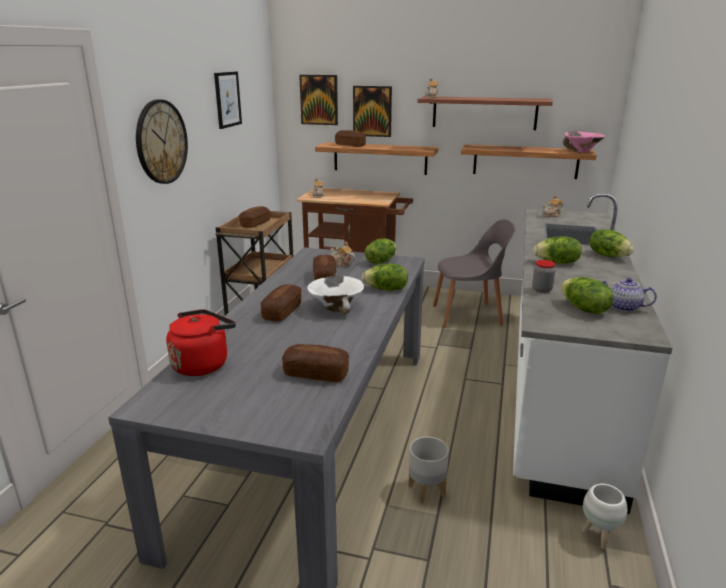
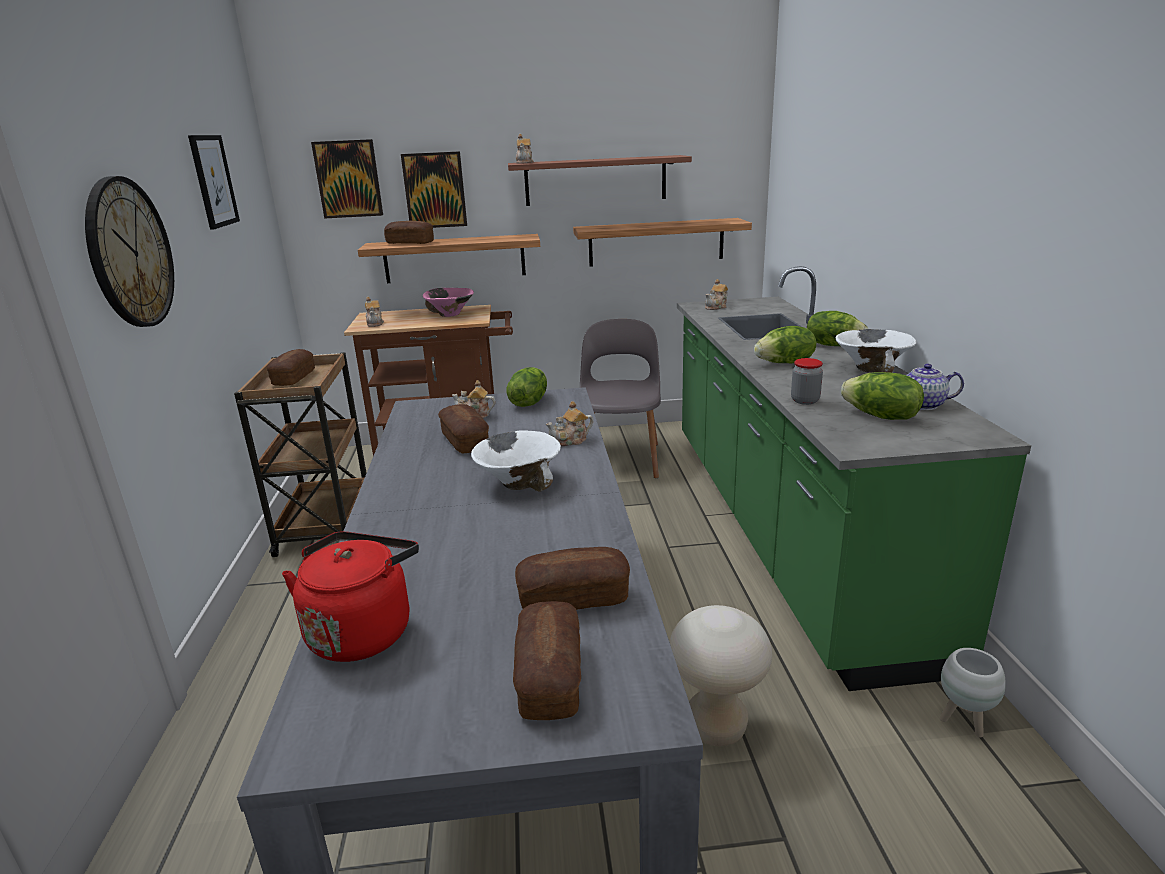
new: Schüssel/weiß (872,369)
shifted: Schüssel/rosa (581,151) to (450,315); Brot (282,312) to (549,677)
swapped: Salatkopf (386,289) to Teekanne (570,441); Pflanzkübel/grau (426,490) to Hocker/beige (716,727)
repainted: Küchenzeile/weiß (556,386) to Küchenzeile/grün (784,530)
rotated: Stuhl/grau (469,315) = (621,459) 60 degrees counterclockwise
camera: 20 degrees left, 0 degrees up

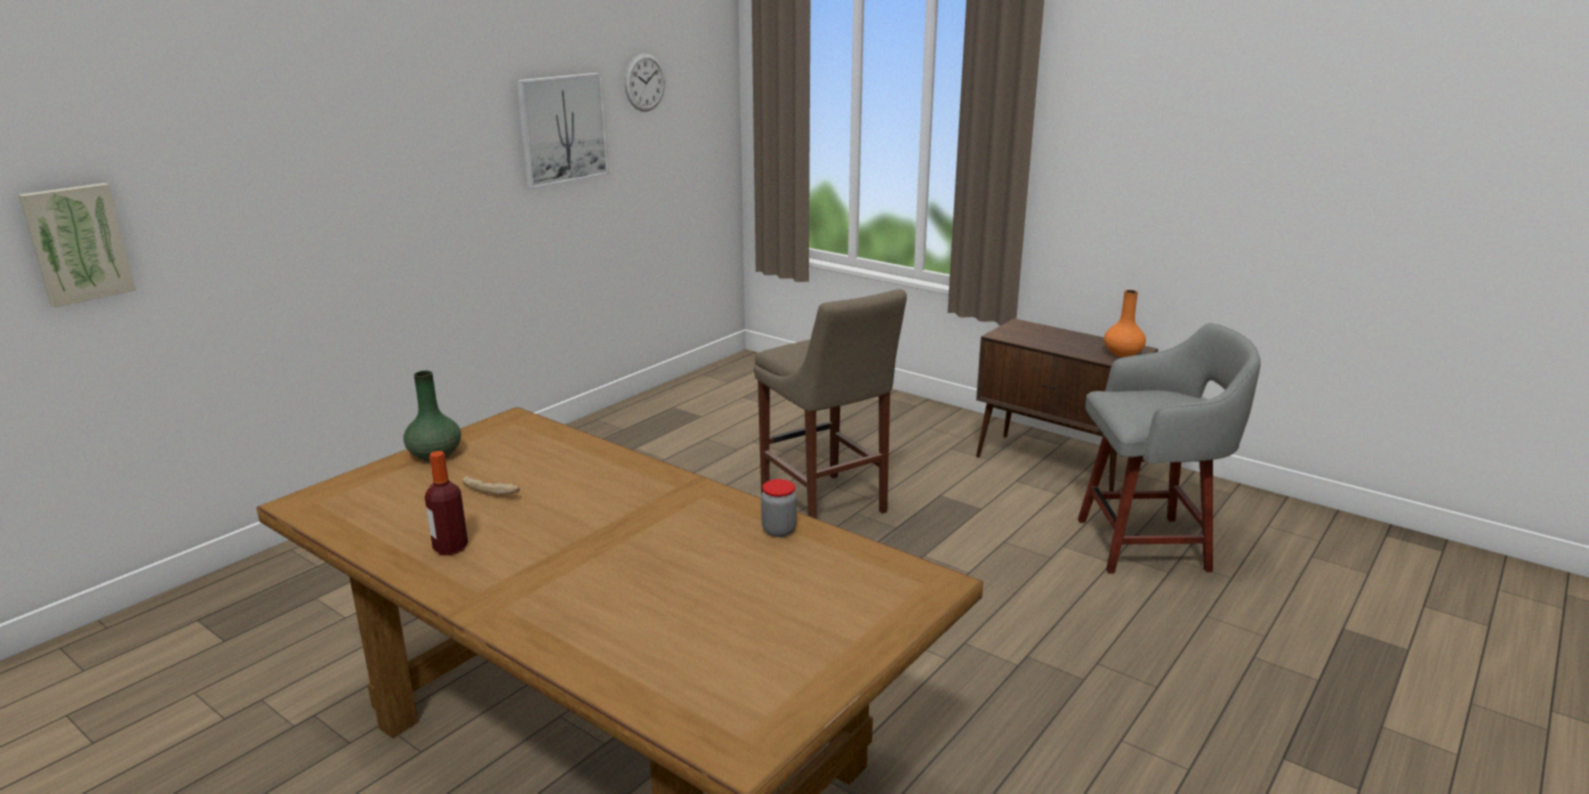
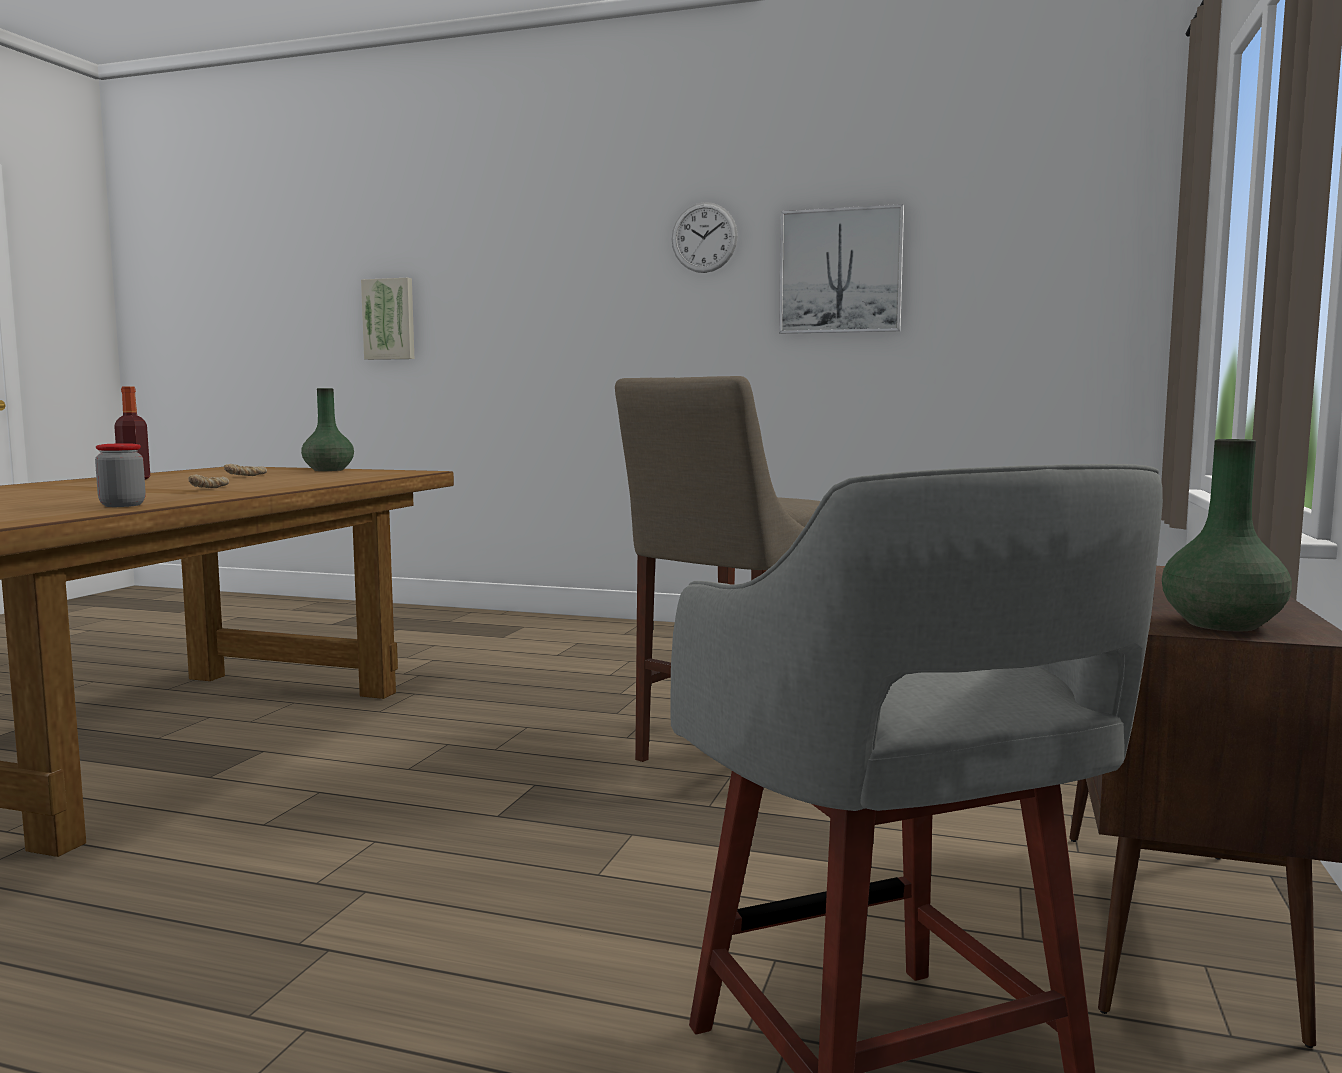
new: Brot (210,489)
shifted: Wanduhr (644,82) to (704,237)
repainted: Vase/orange (1123,353) to Vase/grün (1223,624)
camera: 70 degrees right, 15 degrees down

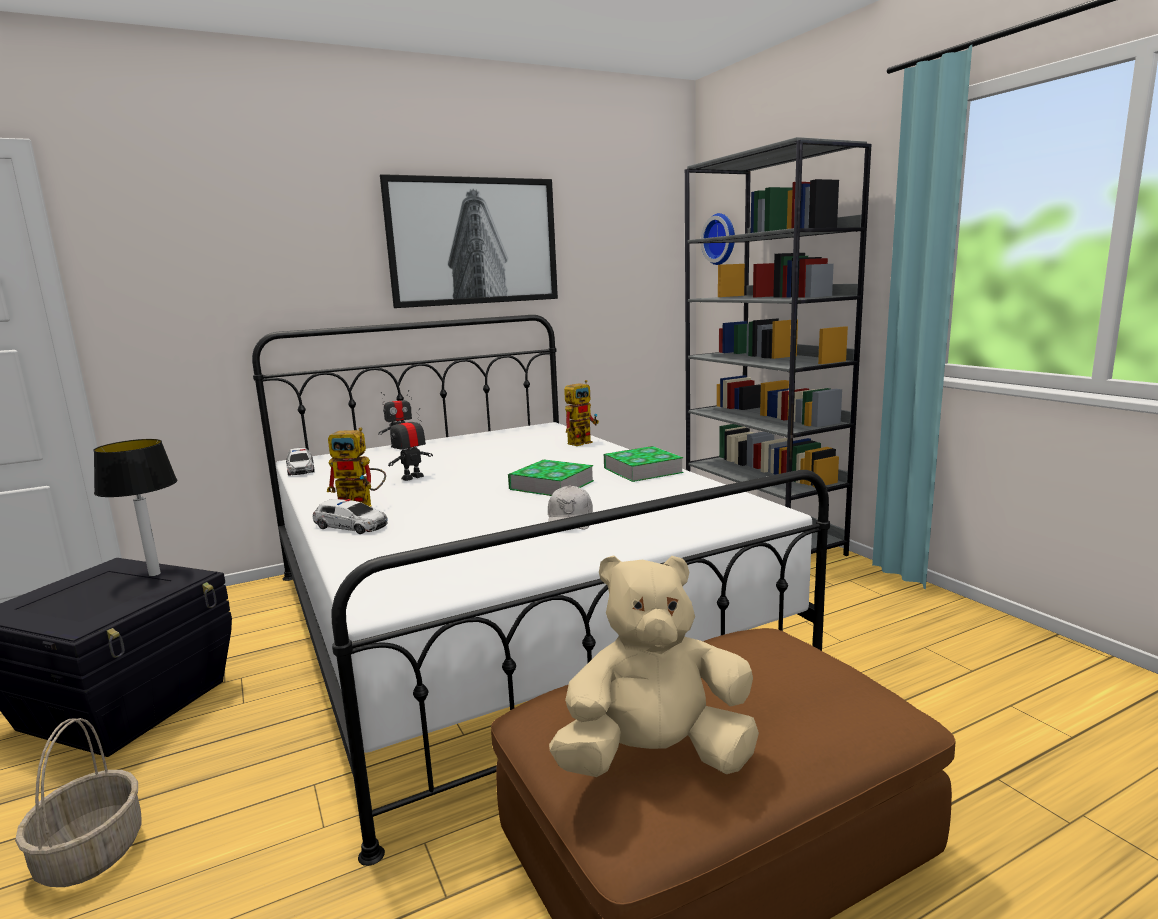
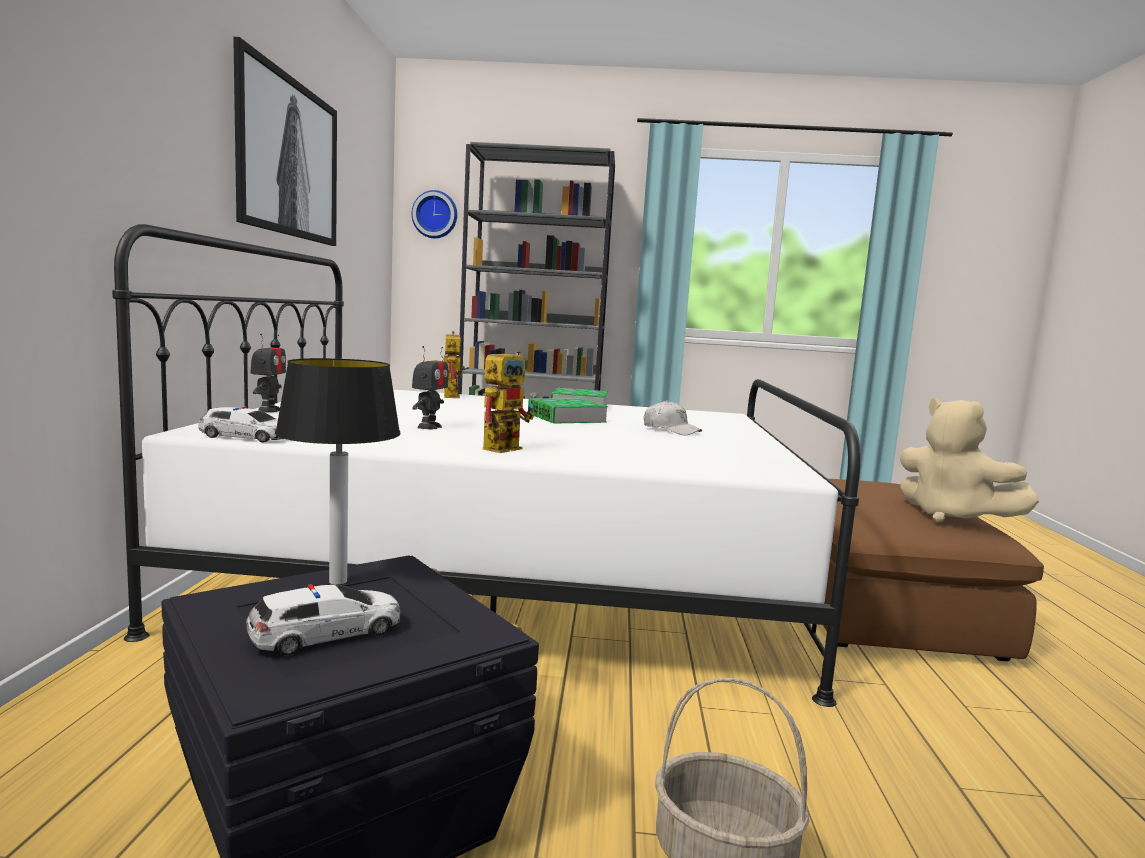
shifted: Spielzeugauto (351,526) to (327,633)
rotated: Spielzeugroboter (412,477) = (429,427) 150 degrees counterclockwise; Plüschtier/beige (656,758) = (952,517) 60 degrees counterclockwise
camera: 60 degrees left, 5 degrees down

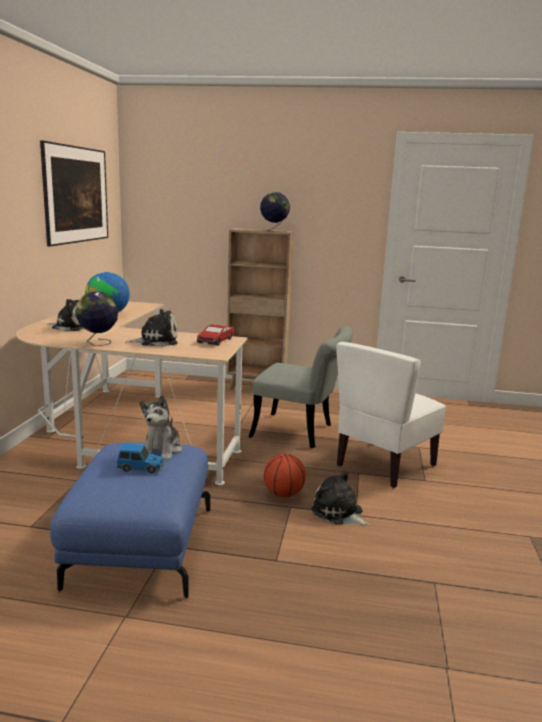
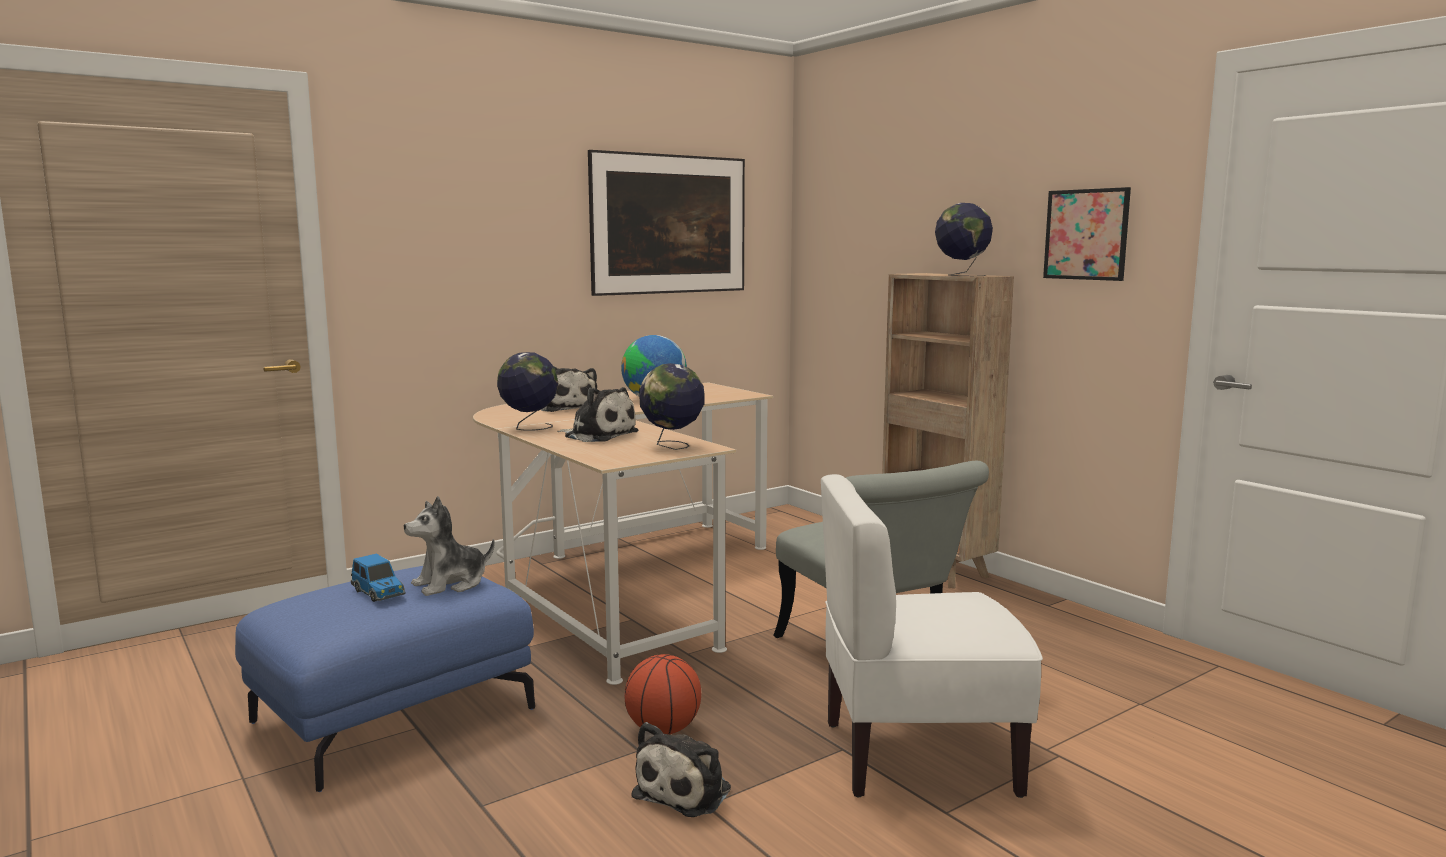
new: Bild (1086,234)
swapped: Spielzeugauto (215,341) to Globus (672,446)
rotated: Plüschtier (339,513) = (686,790) 150 degrees counterclockwise
camera: 45 degrees right, 5 degrees down

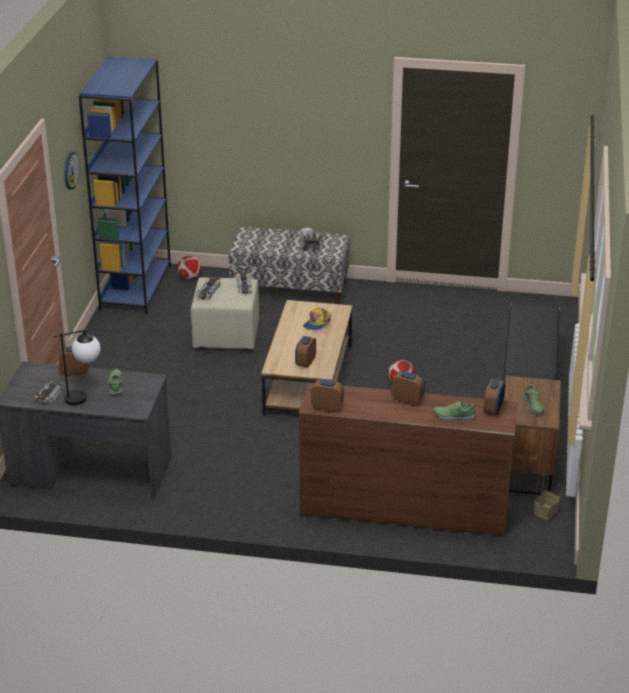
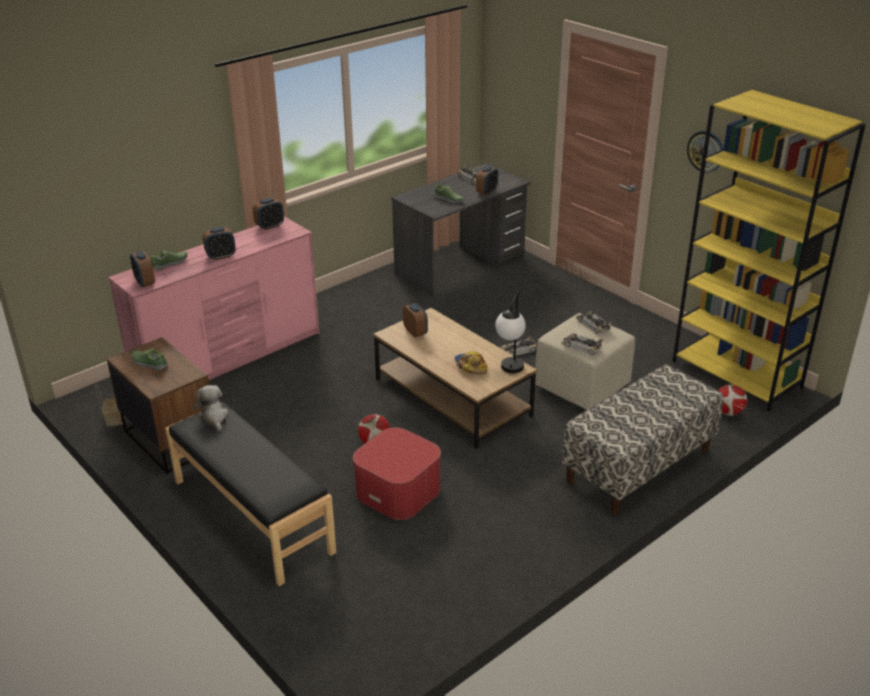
new: Polsterhocker (398,491); Spielzeugauto (517,350)
shifted: Plüschtier (310,246) to (213,417); Tischlampe (84,397) to (510,372)
repainted: Kommode/braun (403,509) to Kommode/rosa (229,358); Bücherregal/blau (135,287) to Bücherregal/gelb (737,374)
camera: 130 degrees right, 0 degrees up

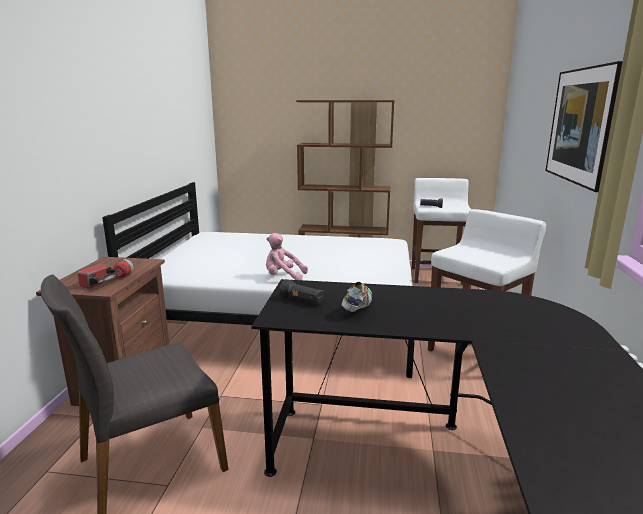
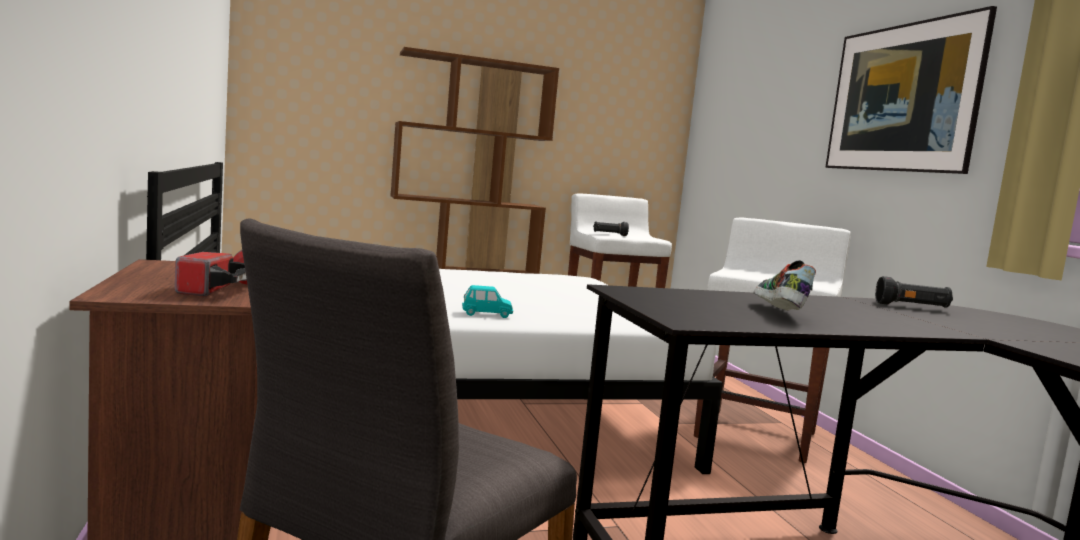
shifted: Taschenlampe/schwarz (302,301) to (912,307)
swapped: Plüschtier/rosa (283,277) to Spielzeugauto/türkis (486,314)
camera: 25 degrees left, 10 degrees down

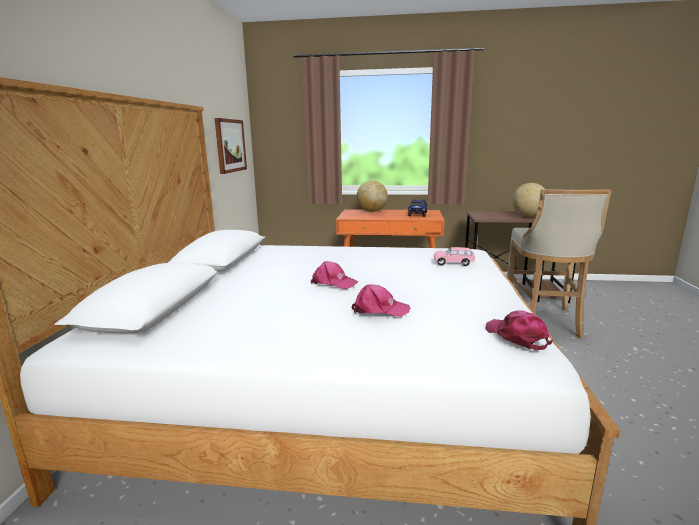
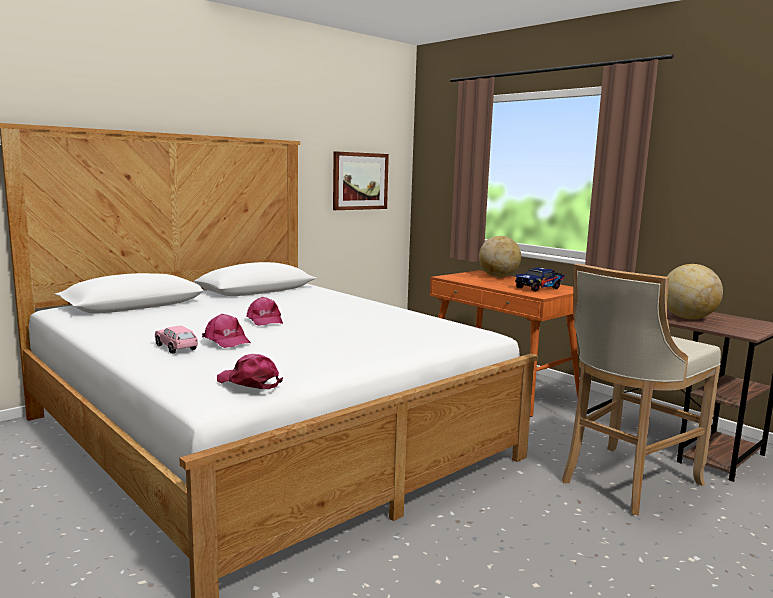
shifted: Spielzeugauto/rosa (453,263) to (176,348)
rotated: Kappe/rosa (517,336) = (249,382) 75 degrees counterclockwise
camera: 40 degrees right, 5 degrees down

